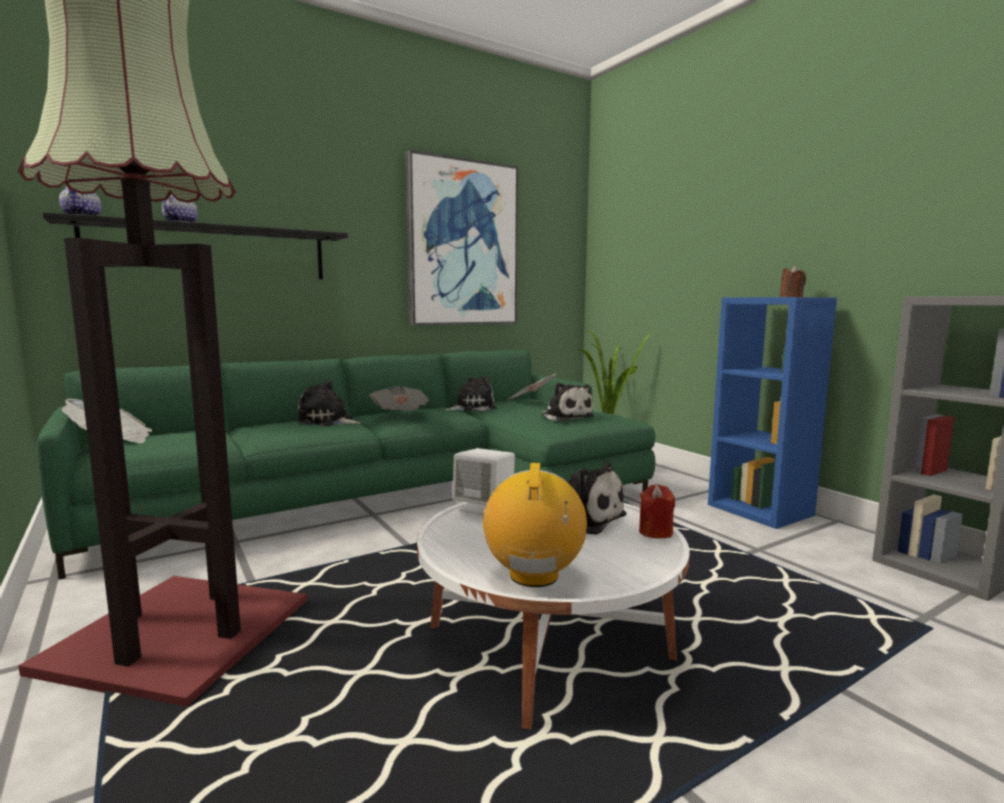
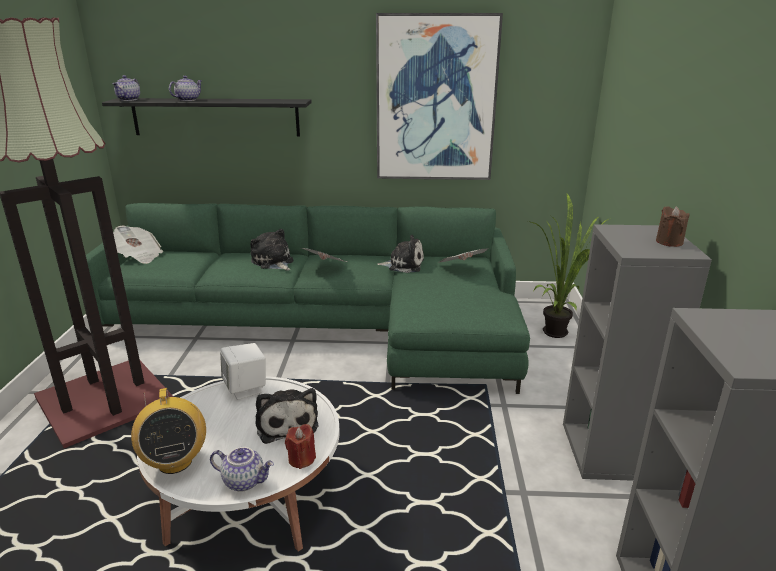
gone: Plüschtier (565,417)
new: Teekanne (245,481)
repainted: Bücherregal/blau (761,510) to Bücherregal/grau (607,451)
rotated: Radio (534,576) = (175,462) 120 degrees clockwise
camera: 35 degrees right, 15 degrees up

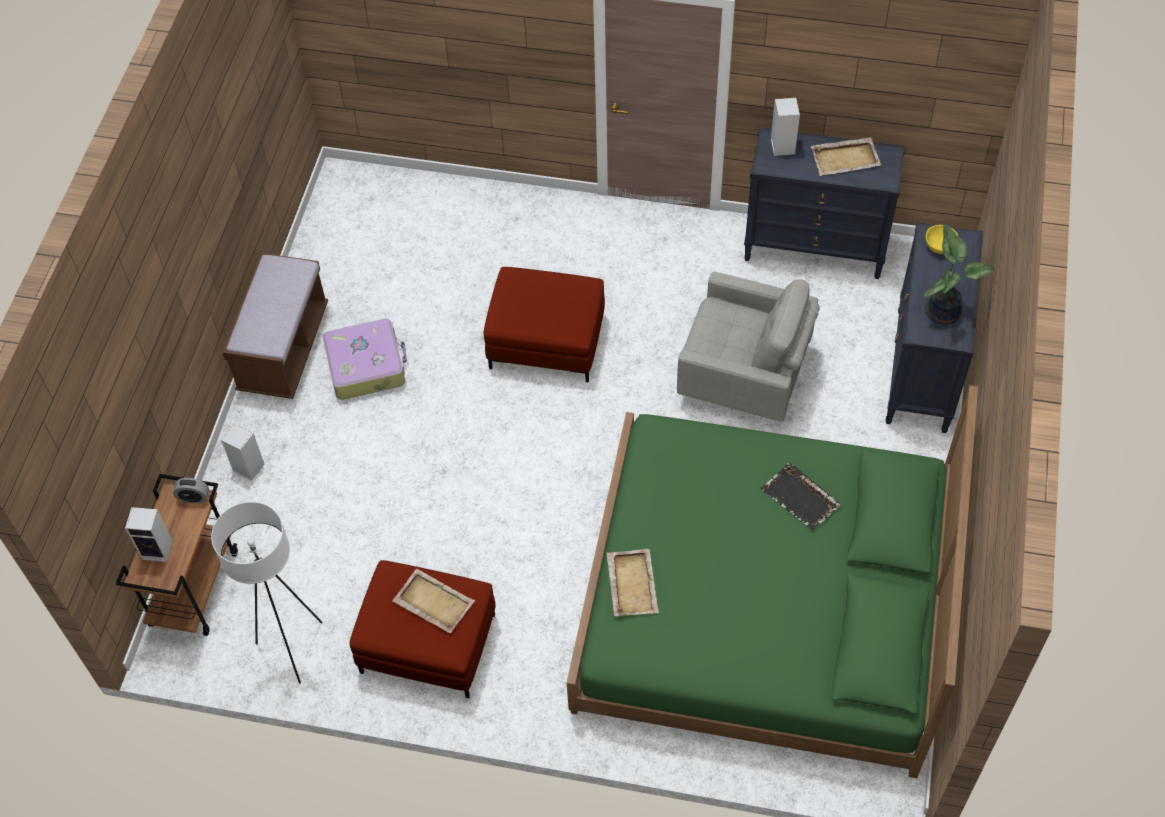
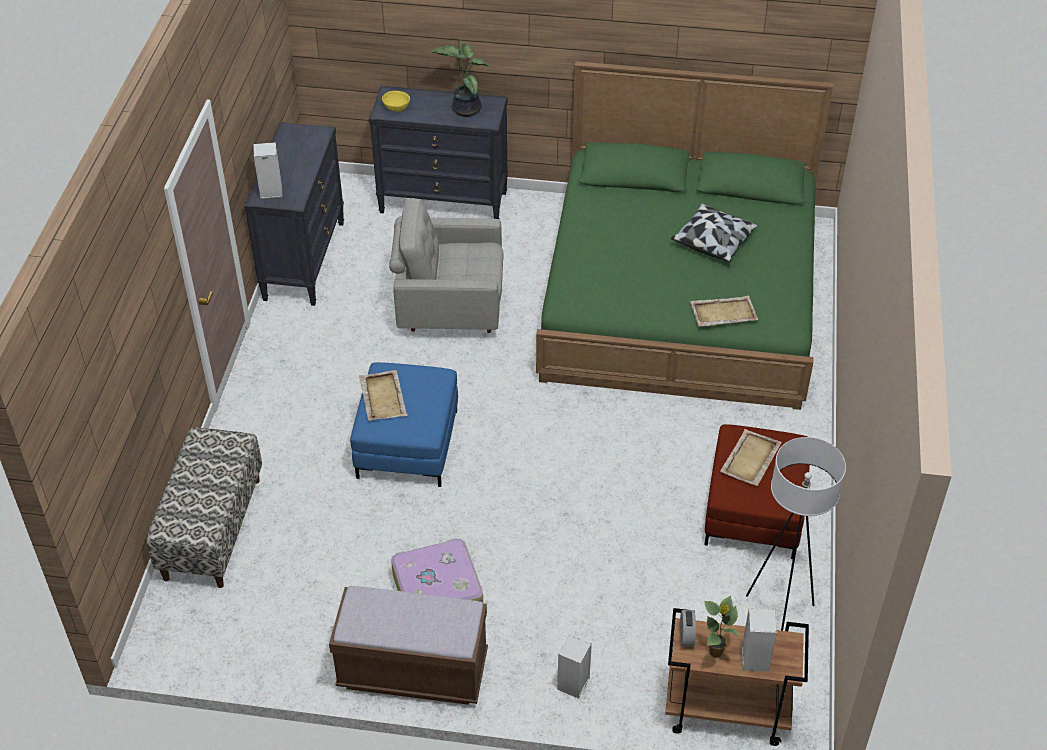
gone: Tablett/schwarz (800,498)
new: Bank (212,528); Kissen (713,241); Topfpflanze (716,653)
shifted: Tablett/beige (846,158) to (383,397)
repainted: Polsterhocker/rot (547,341) to Polsterhocker/blau (407,443)
rotated: Sessel/grau (744,376) = (450,306) 105 degrees counterclockwise
camera: 95 degrees left, 10 degrees down

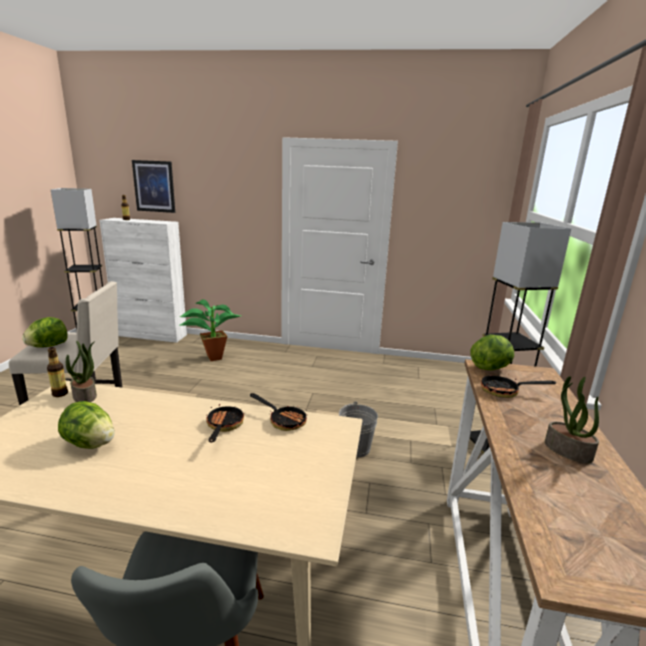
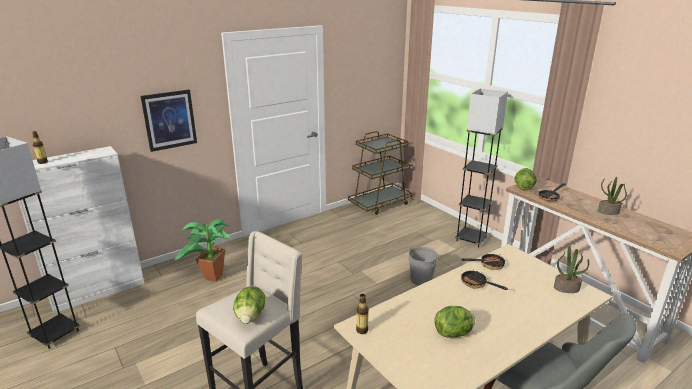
new: Rollwagen/braun (380,204)
shifted: Bild (154,186) to (169,120); Topfpflanze (85,396) to (566,288)
camera: 45 degrees left, 5 degrees up

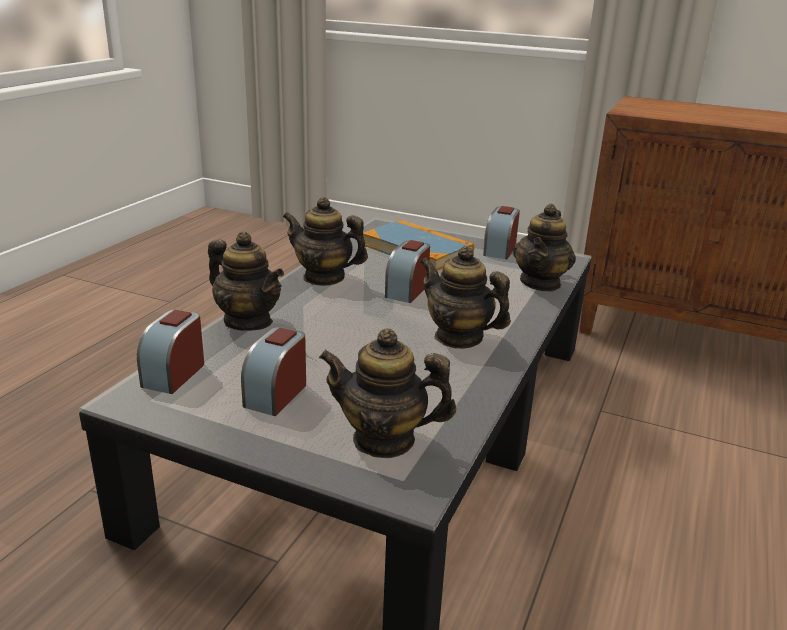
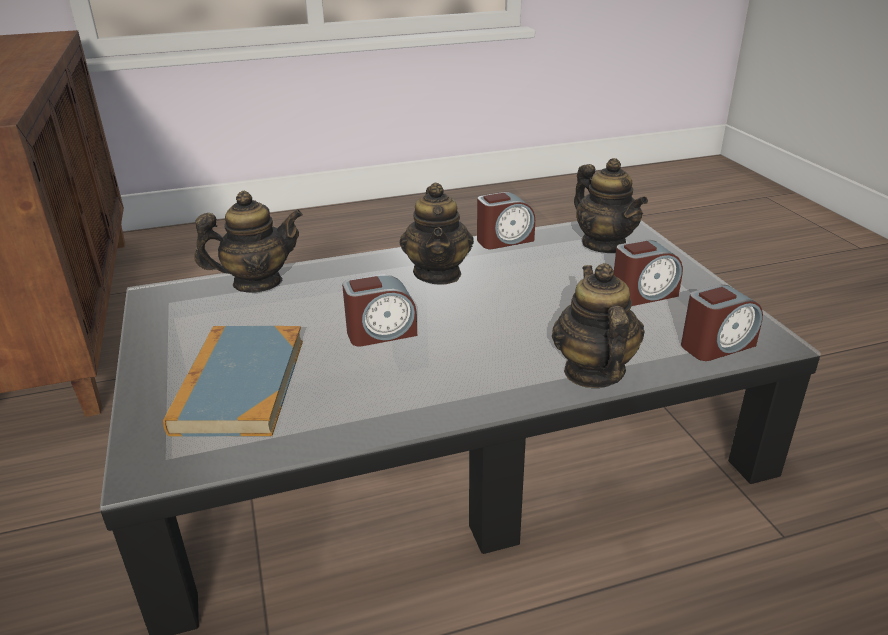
gone: Teekanne (324,277)
shifted: Wecker (499,250) to (504,240)
camera: 130 degrees left, 5 degrees up

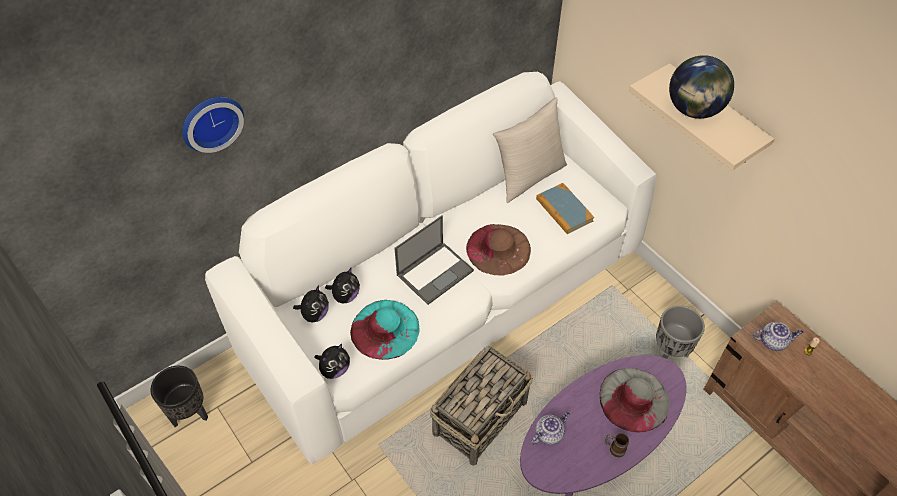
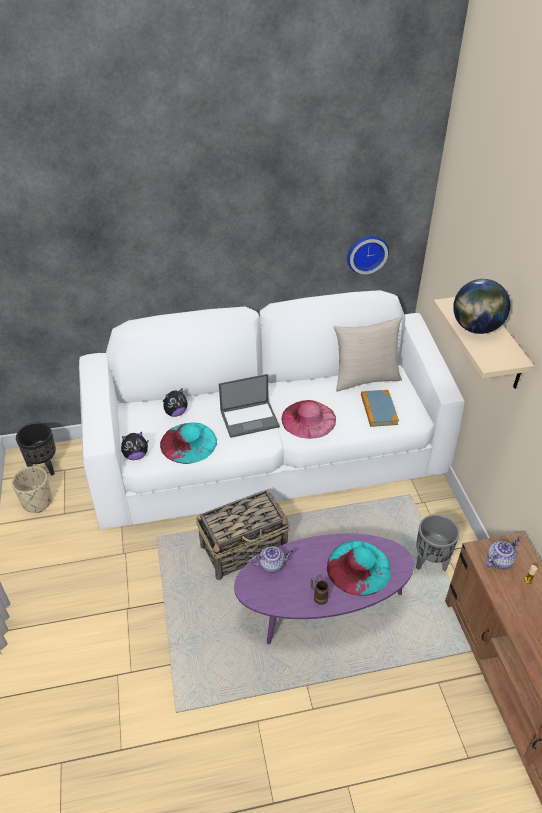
gone: Plüschtier (315,314)
new: Pflanzkübel/beige (37,501)
shifted: Wanduhr (210,121) to (366,253)
repainted: Hut/braun (498,249) to Hut/rosa (308,419); Hut/grau (634,399) to Hut/türkis (358,567)
rotated: Teekanne (773,341) = (499,560) 60 degrees counterclockwise
camera: 25 degrees right, 10 degrees down

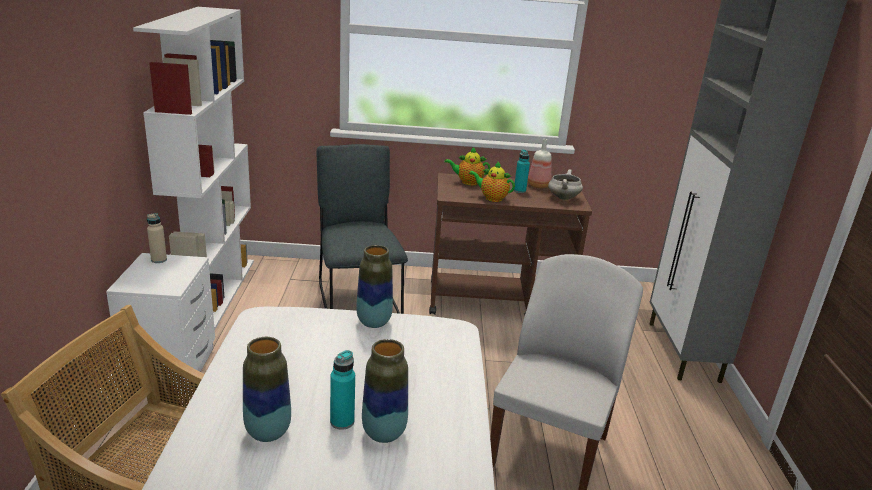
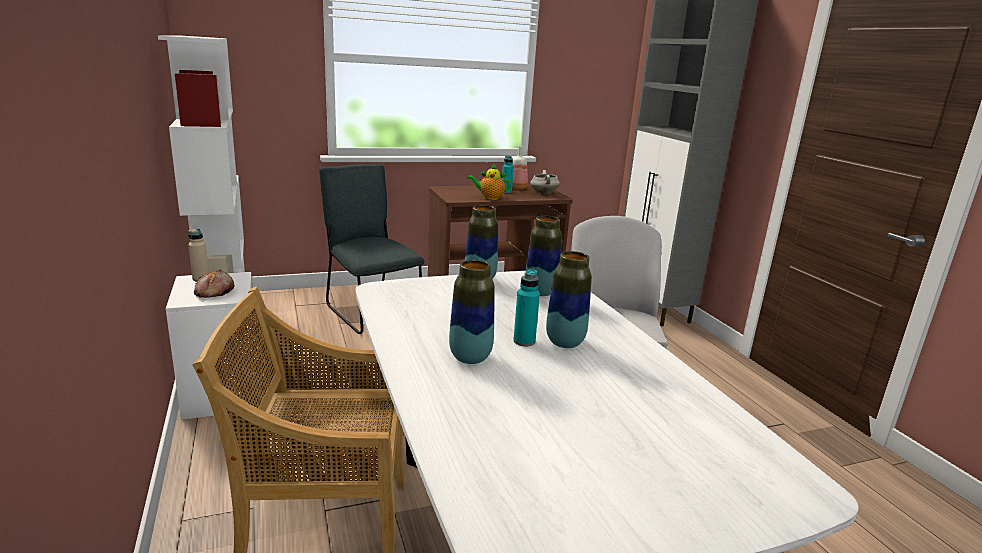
gone: Teekanne (467,182)
new: Brot (214,292); Vase (540,292)
camera: 20 degrees left, 5 degrees down

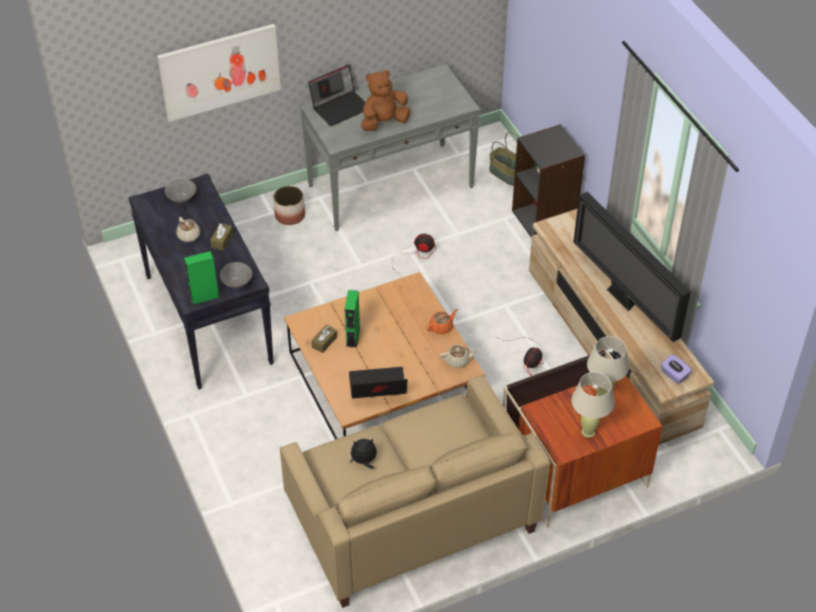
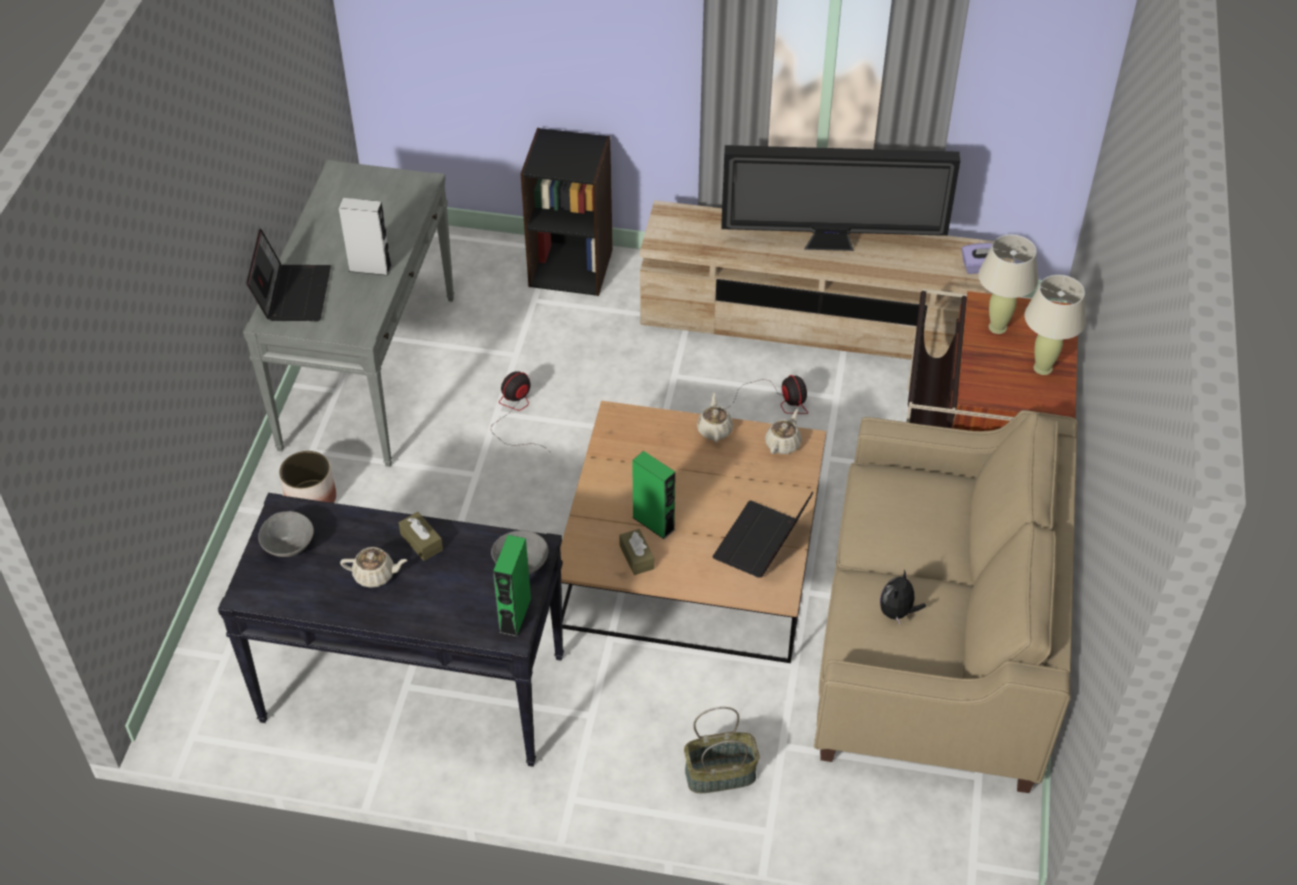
gone: Bild (220,71)
shifted: Korb (507,174) to (720,773)
swapped: Plüschtier/braun (384,122) to Lautsprecher/grau (370,268)
repainted: Teekanne/orange (441,327) to Teekanne/beige (714,429)
camera: 55 degrees left, 0 degrees up

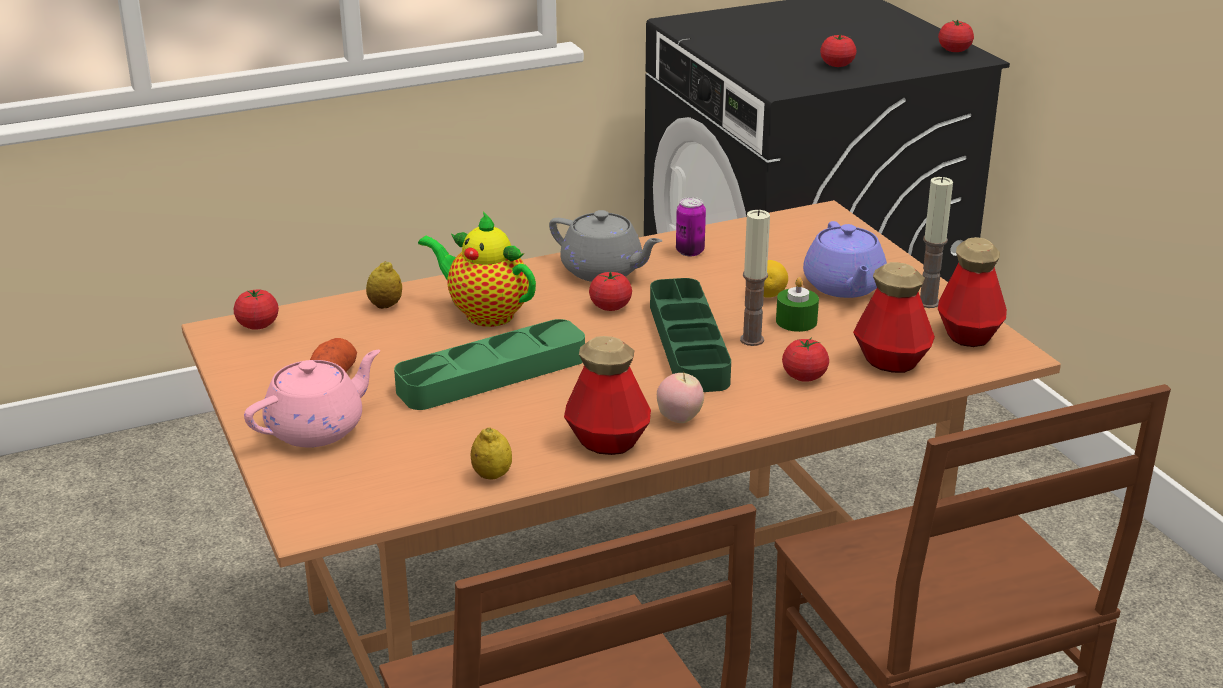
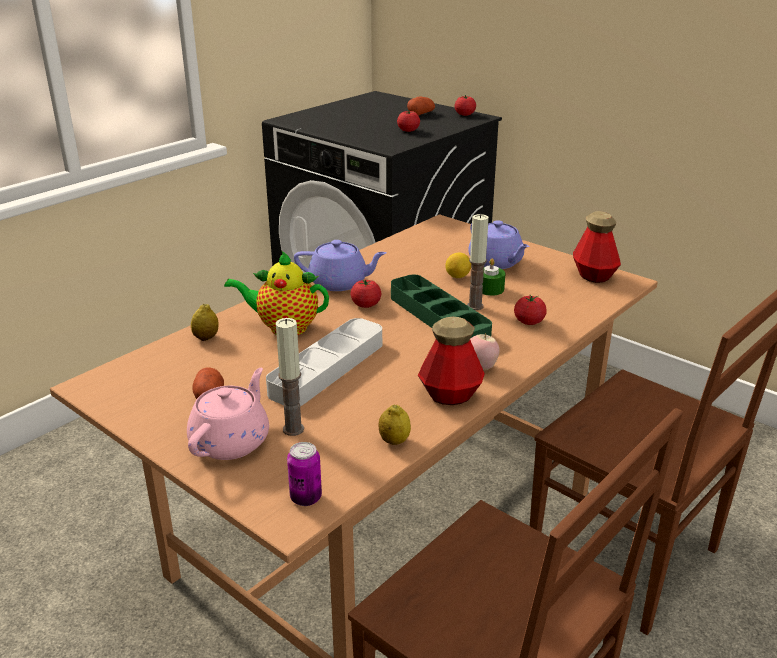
gone: Tomate (258,325); Flasche (891,361)
new: Kartoffel (421,114)
shifted: Kerze (928,302) to (293,429); Dose (690,251) to (306,498)
repainted: Tablett/grün (492,374) to Tablett/grau (327,368); Teekanne/grau (603,271) to Teekanne/lila (339,283)
camera: 25 degrees left, 0 degrees up

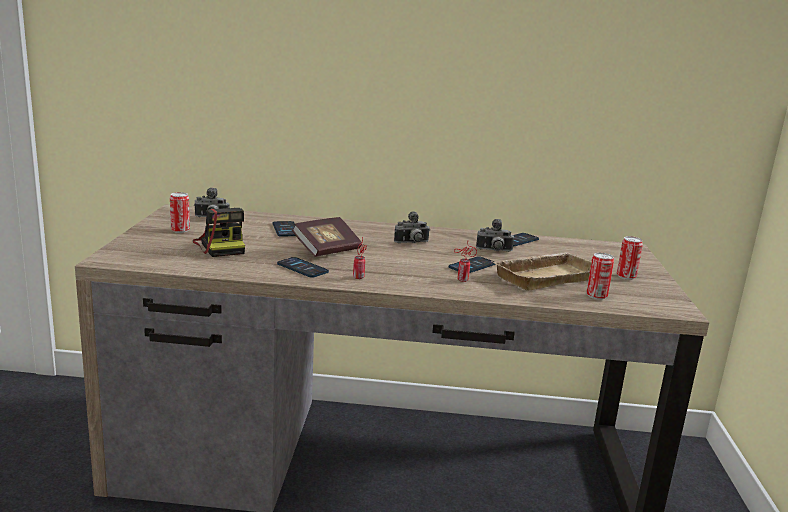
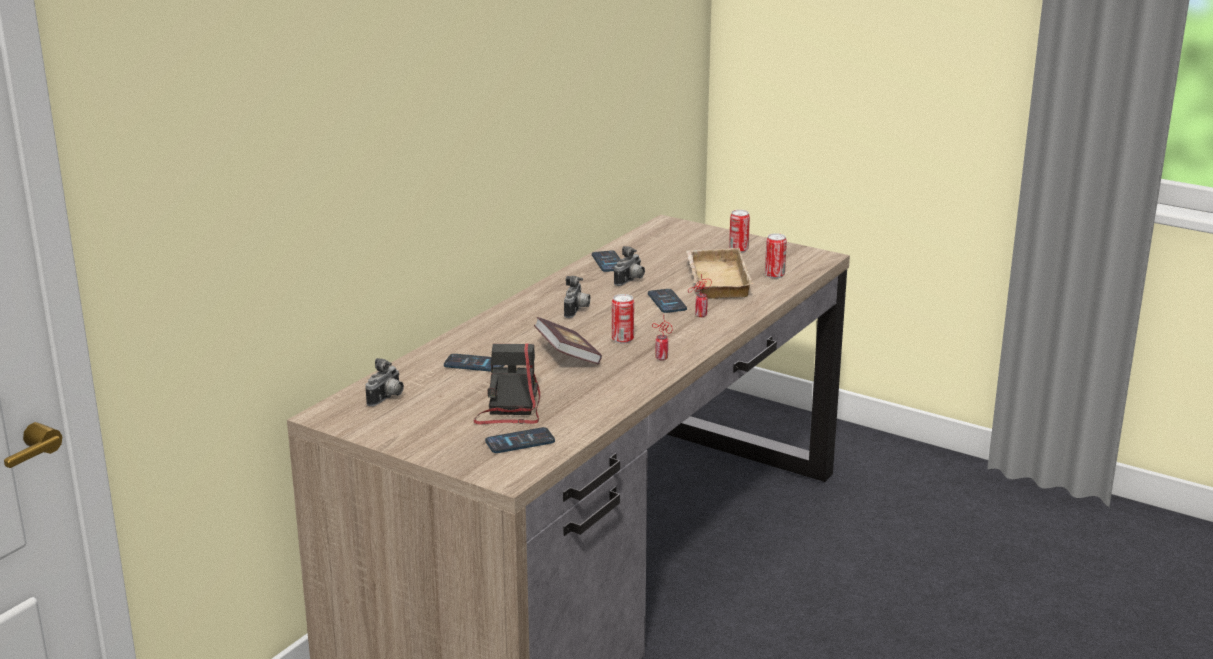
shifted: Handy (302,268) to (520,442); Dose (180,230) to (622,339)
rotated: Kamera (221,246) = (510,408) 90 degrees counterclockwise
camera: 60 degrees left, 5 degrees up

